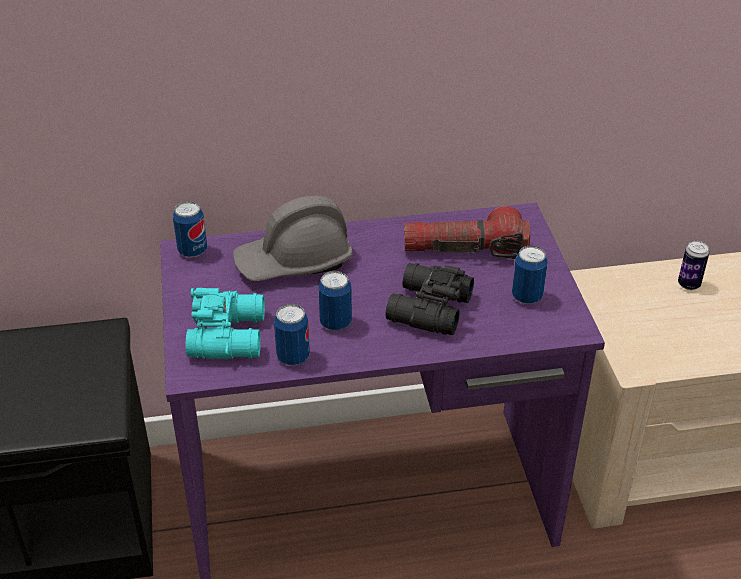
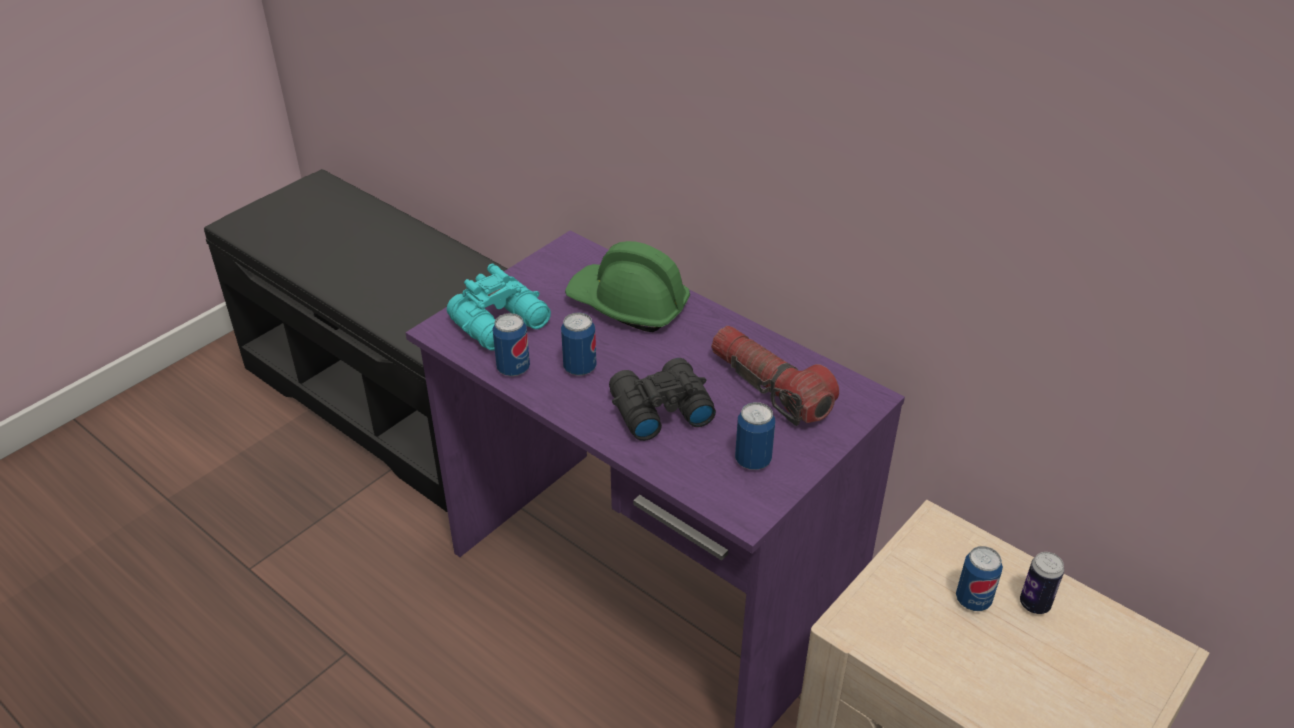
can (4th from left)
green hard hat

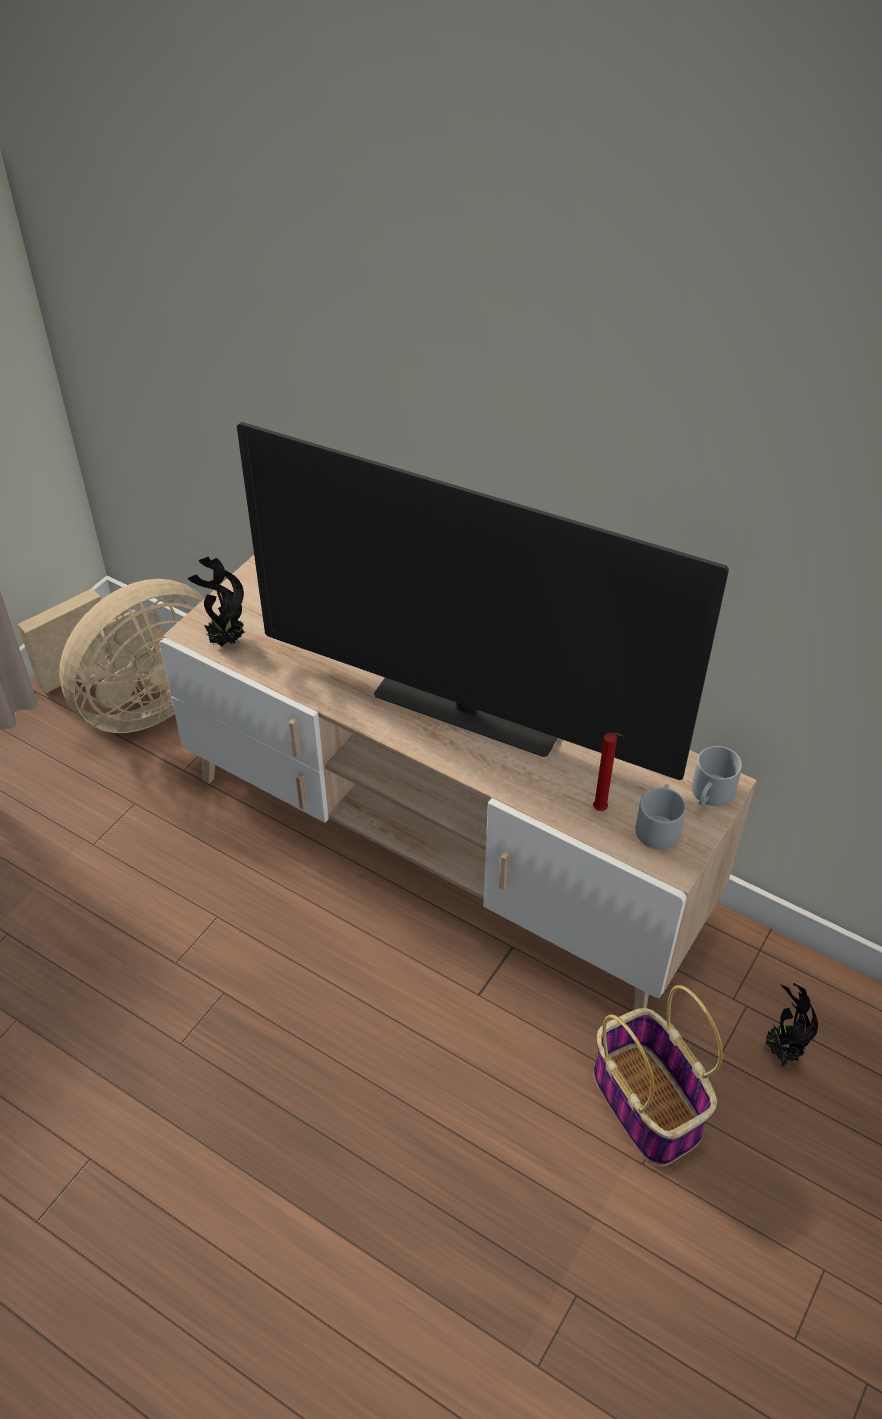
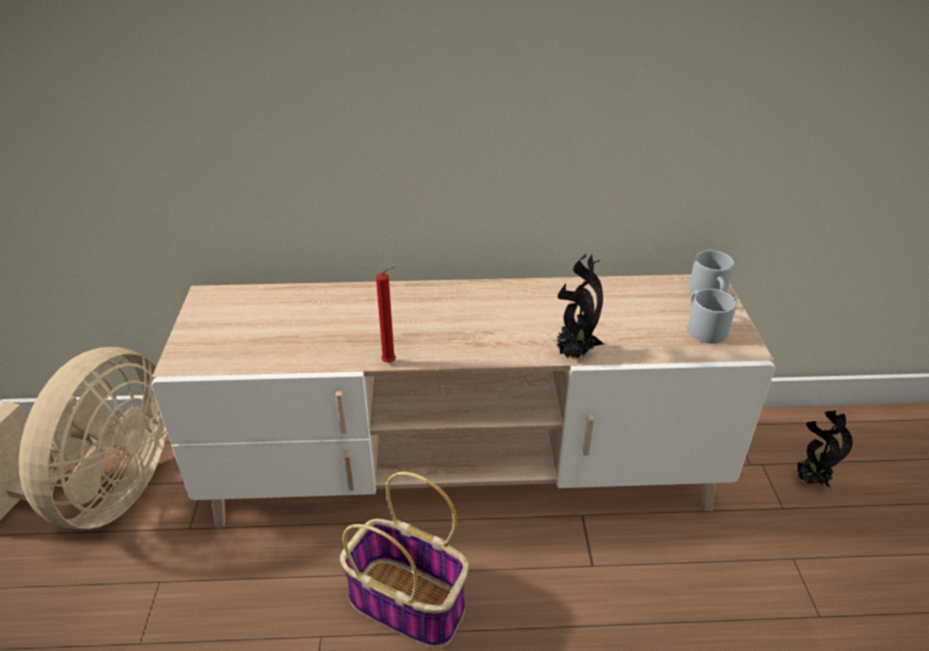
television
potted plant (1st from left)
red candle
basket

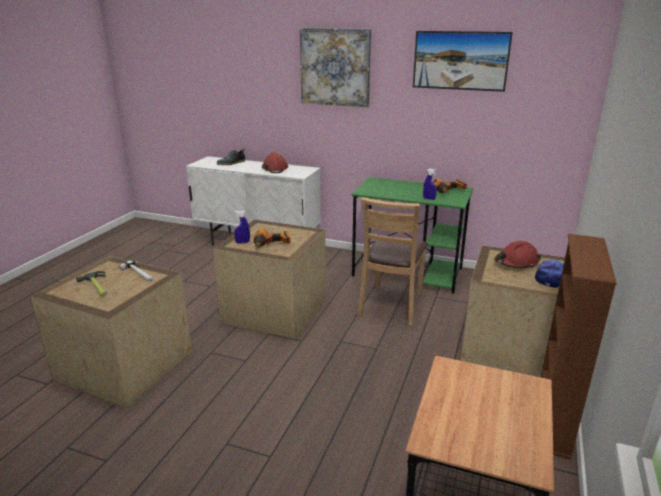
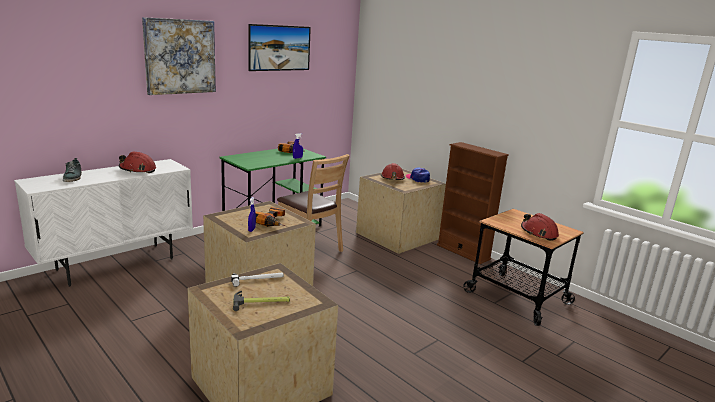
red hard hat (3rd from left)

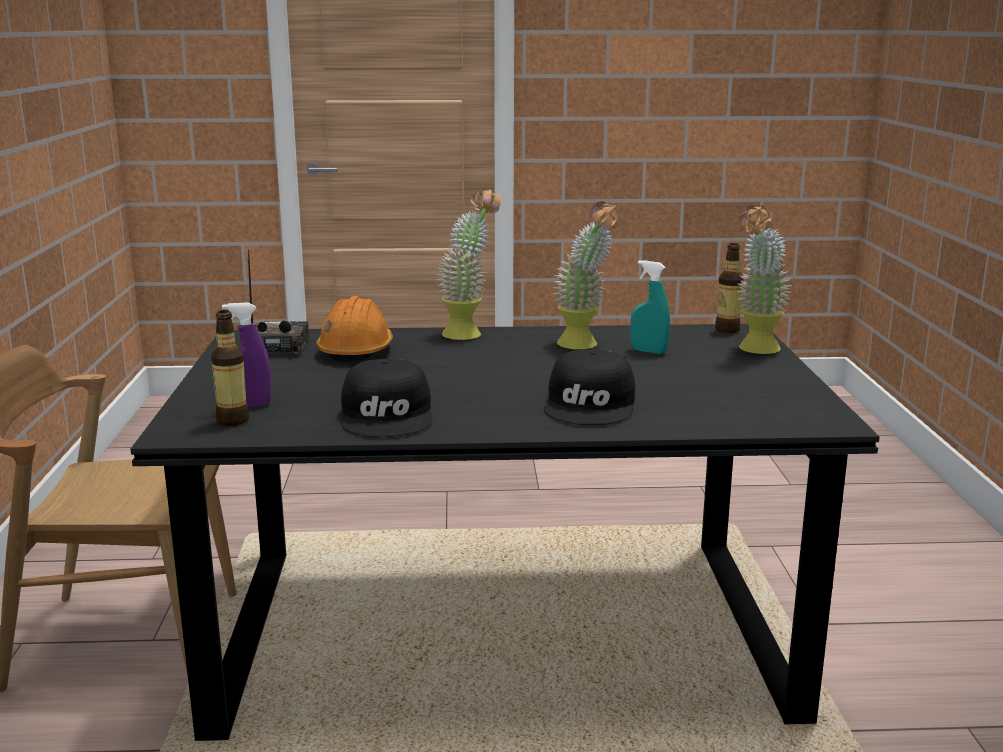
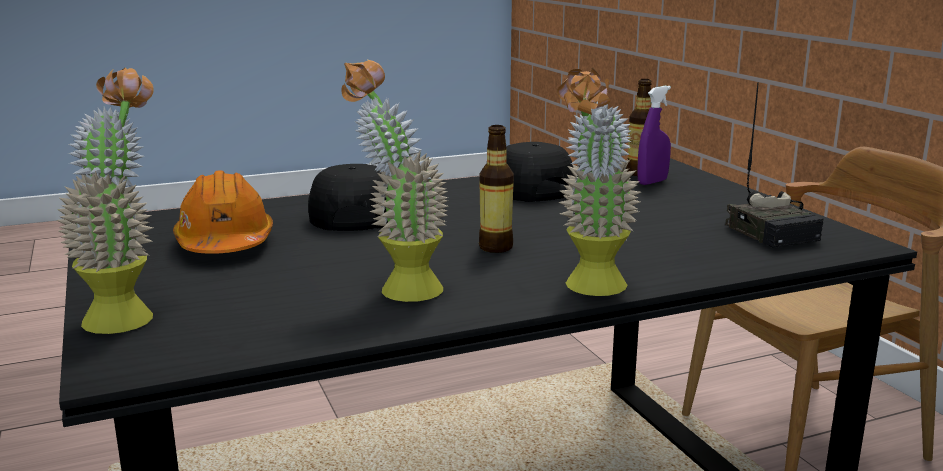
turquoise spray bottle
orange hard hat
bottle (1st from left)

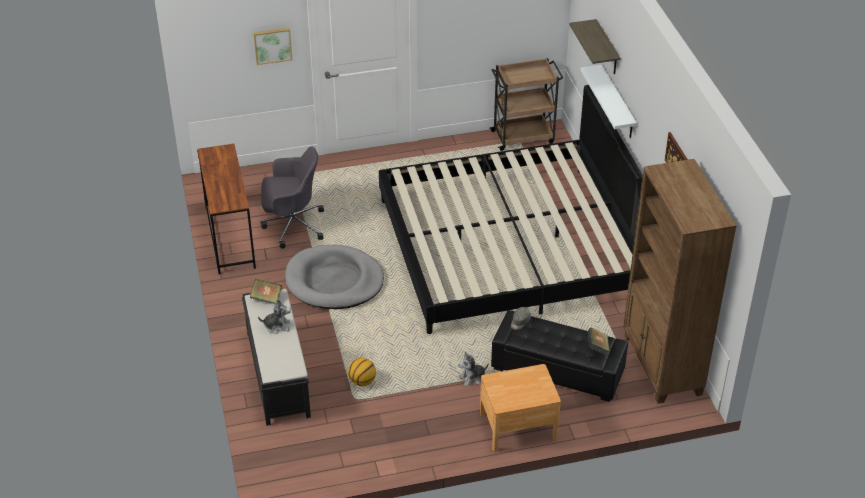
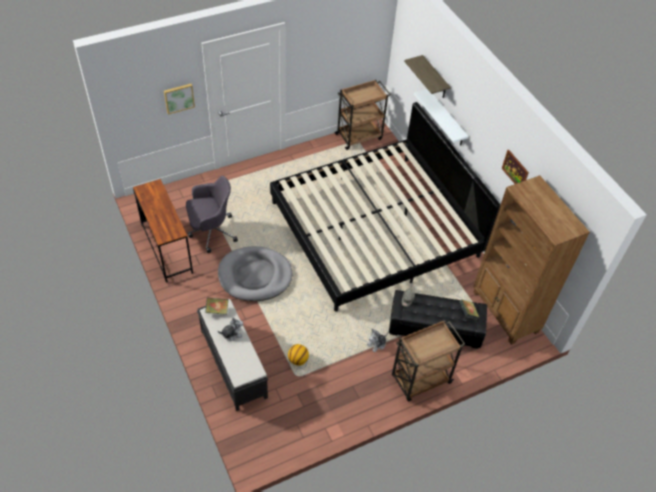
brown cart (2nd from left)

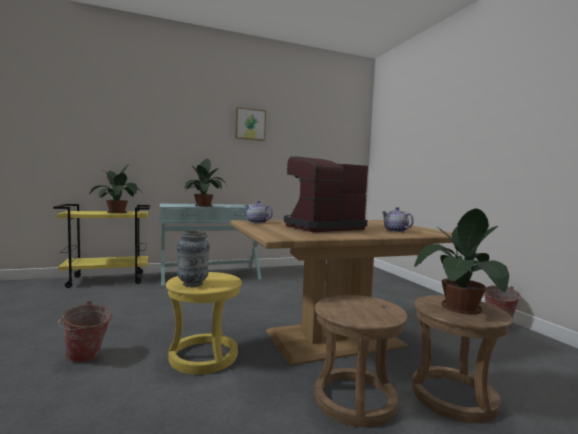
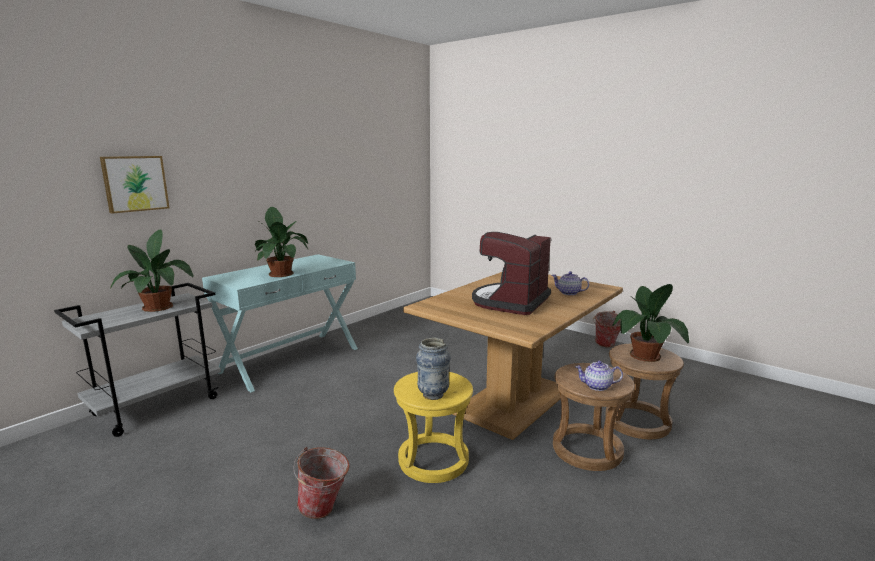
picture
teapot (2nd from left)
grey cart

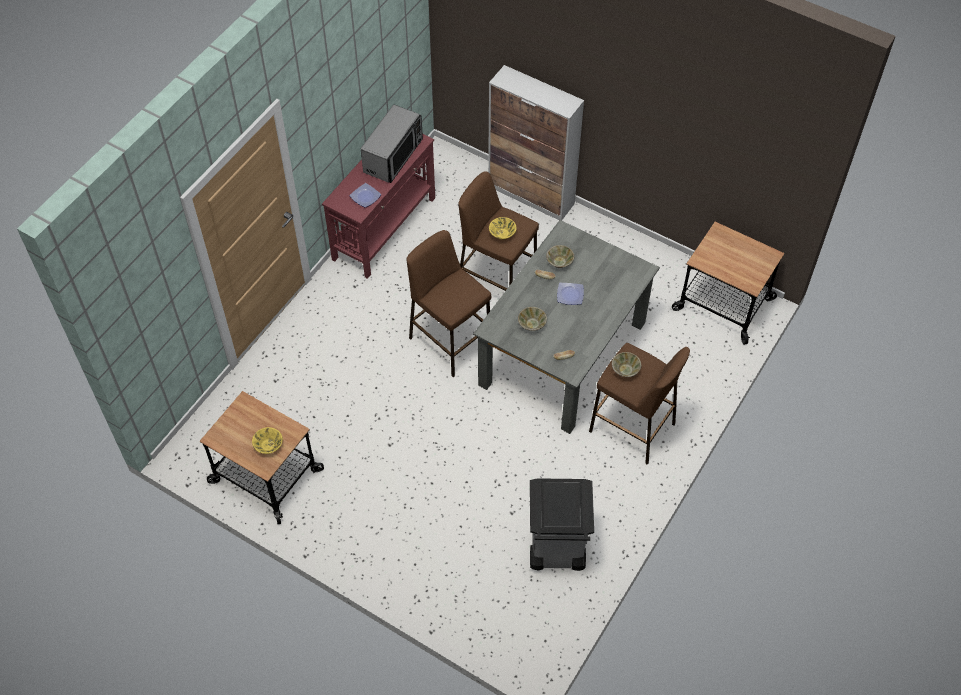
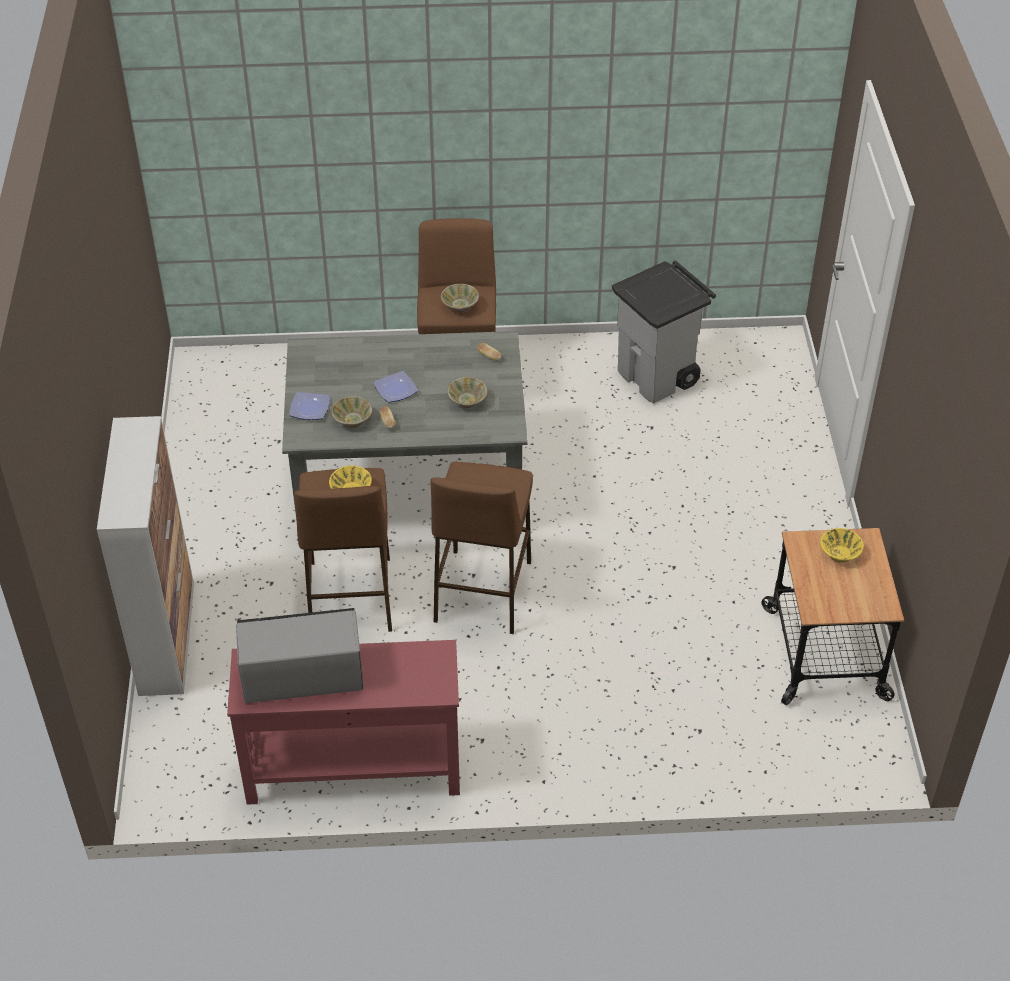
cart (2nd from left in the first image)
plate (1st from left)

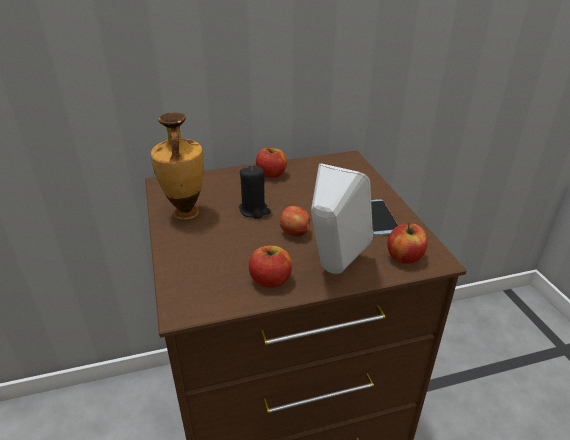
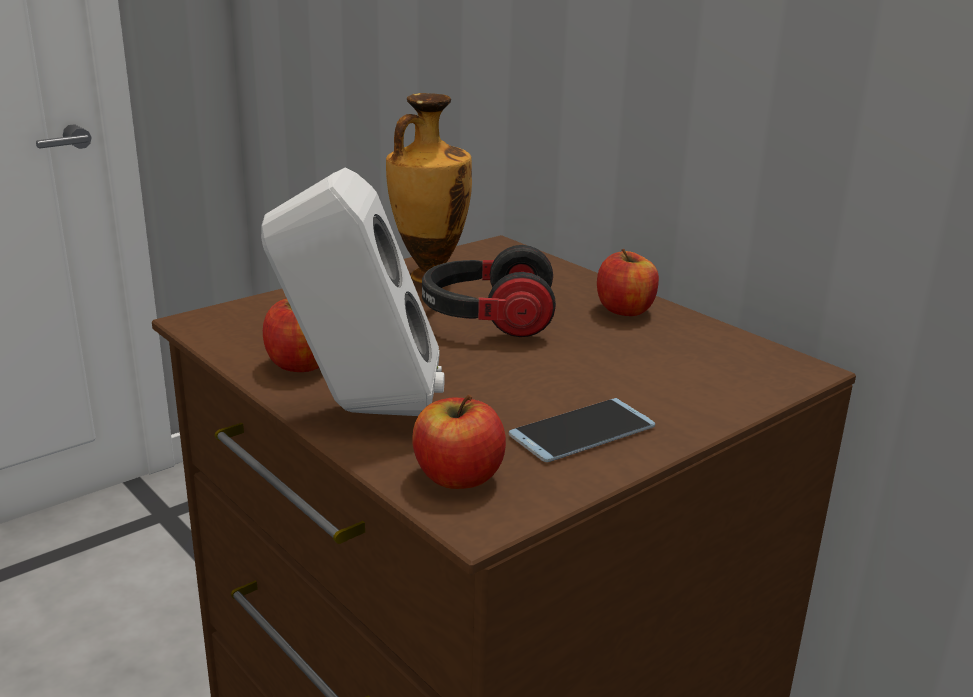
apple (3rd from left in the first image)
headphones

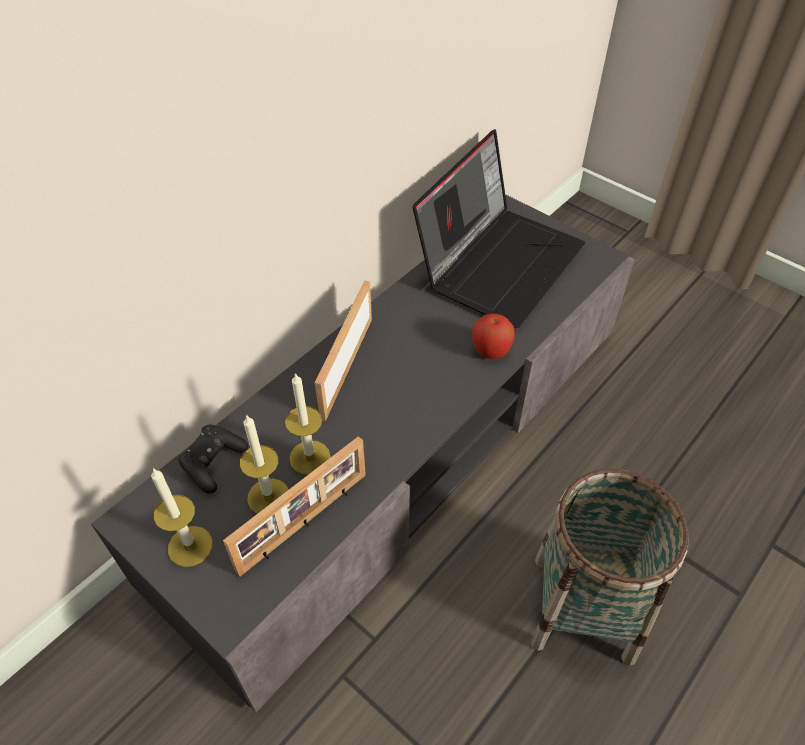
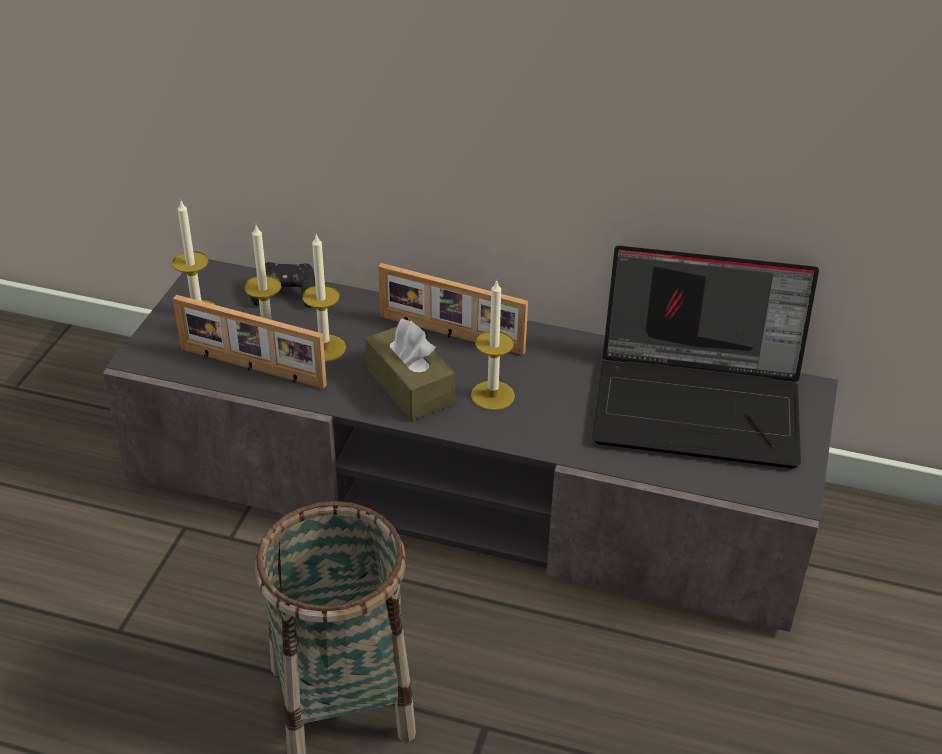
apple
brown tissue box
candle (4th from left)
picture frame (2nd from left)

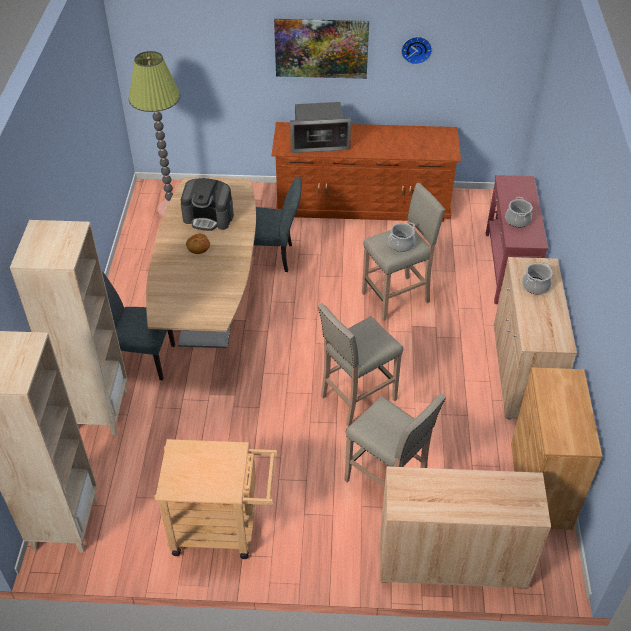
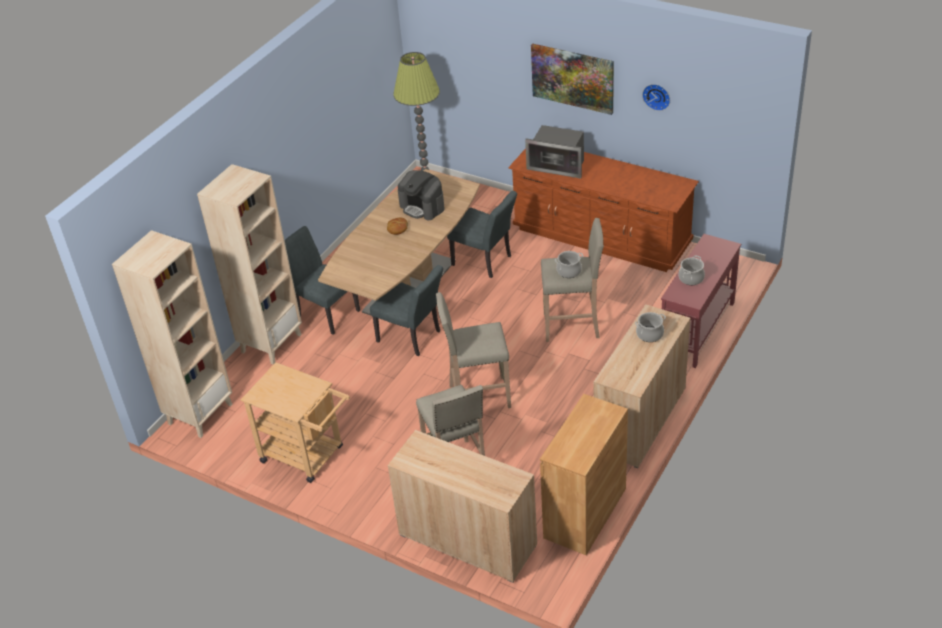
grey chair (2nd from left)

